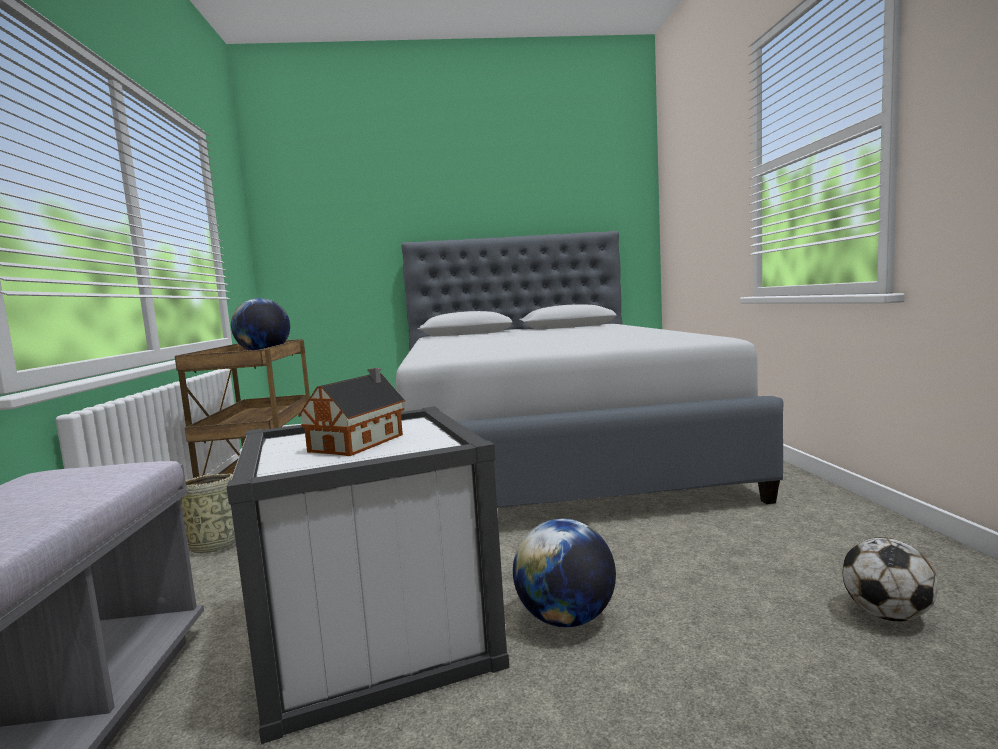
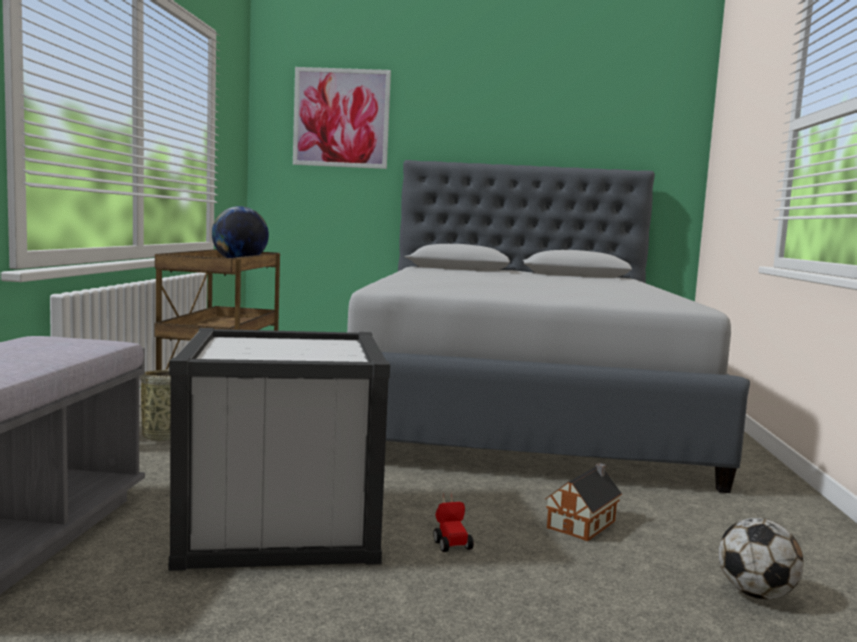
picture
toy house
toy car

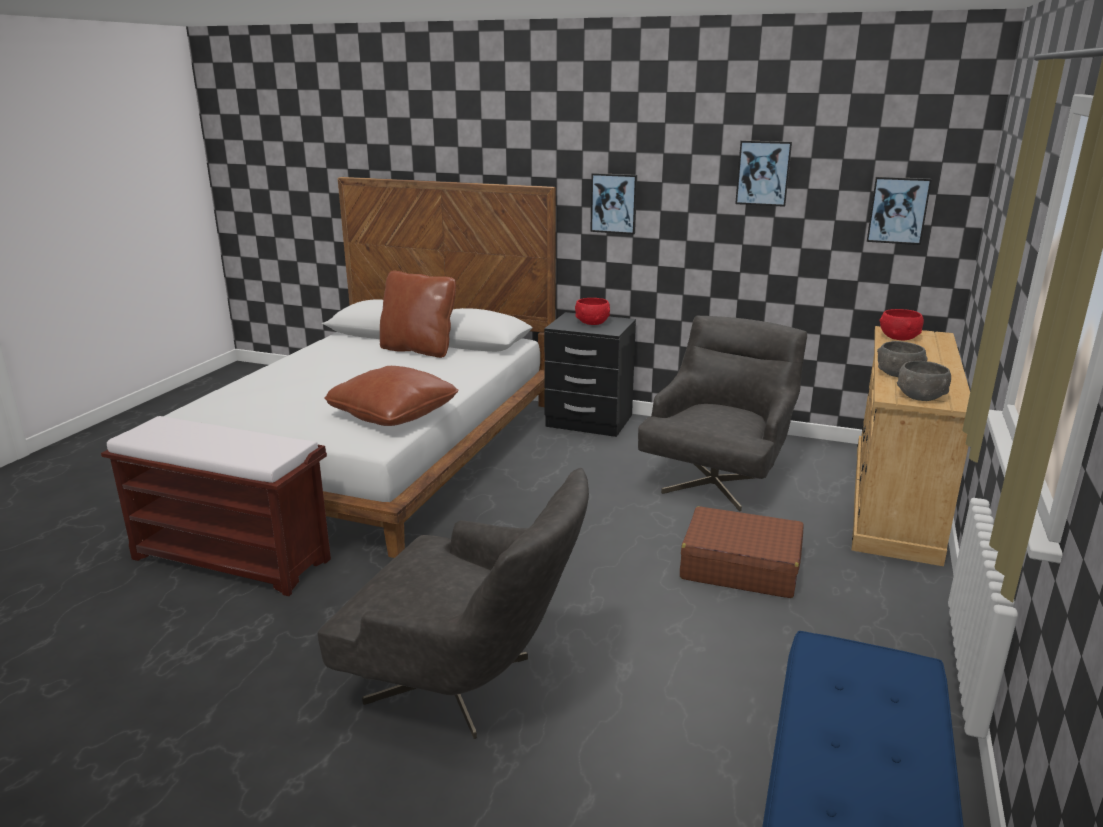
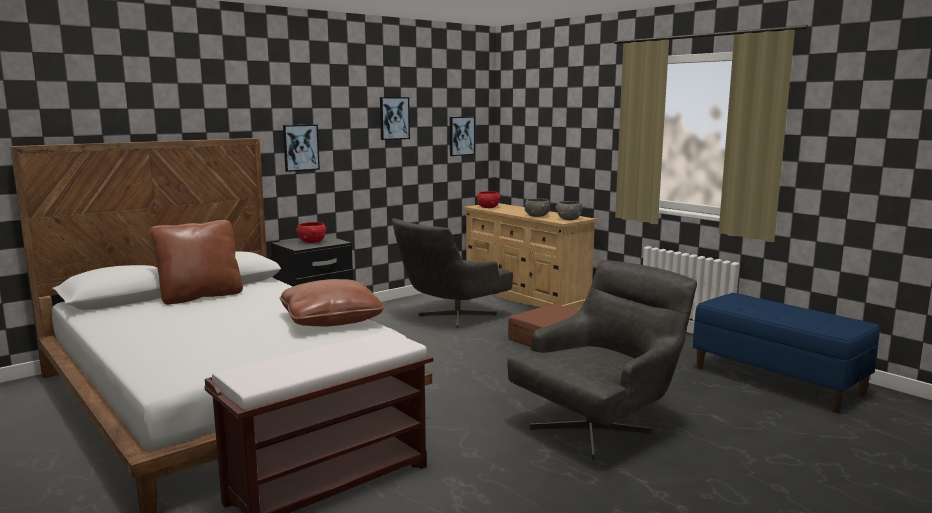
grey armchair (1st from left)

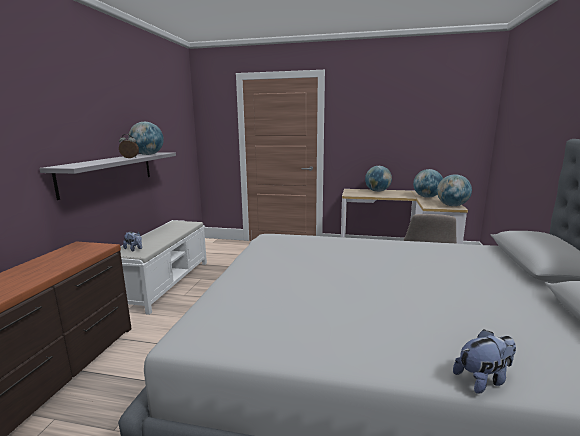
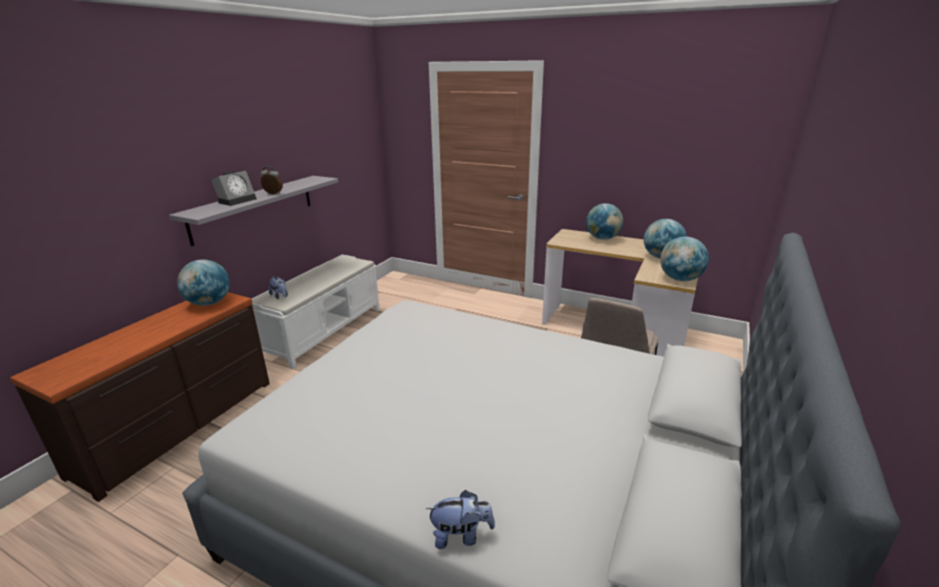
alarm clock (1st from left)
globe (1st from left)

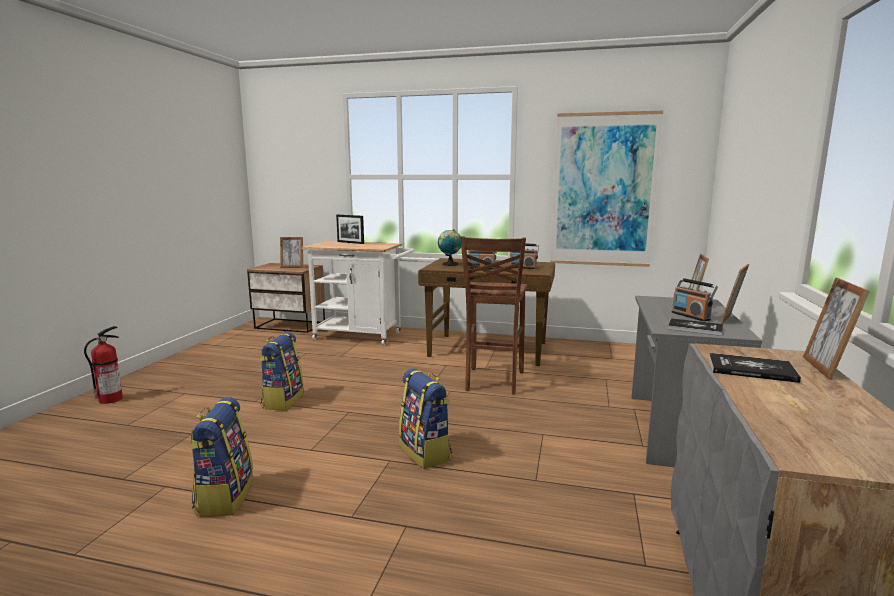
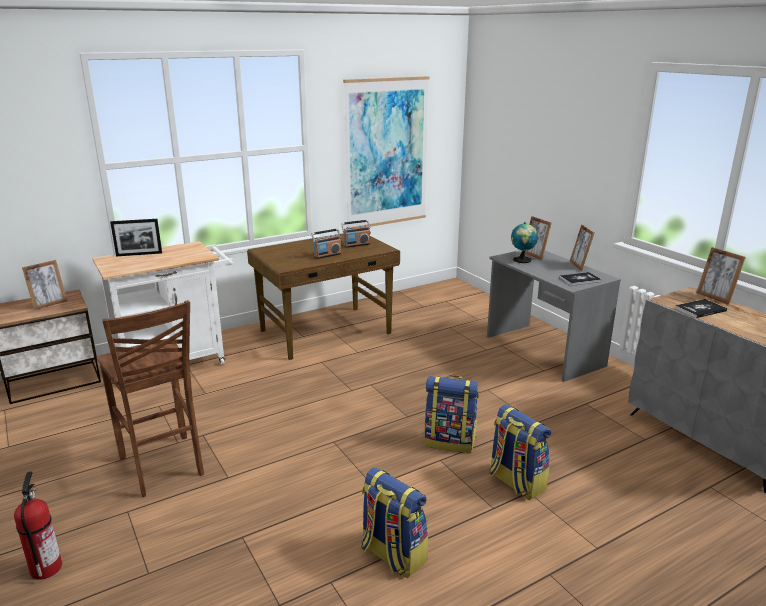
radio (3rd from left in the first image)
backpack (3rd from left)
globe
brown stool

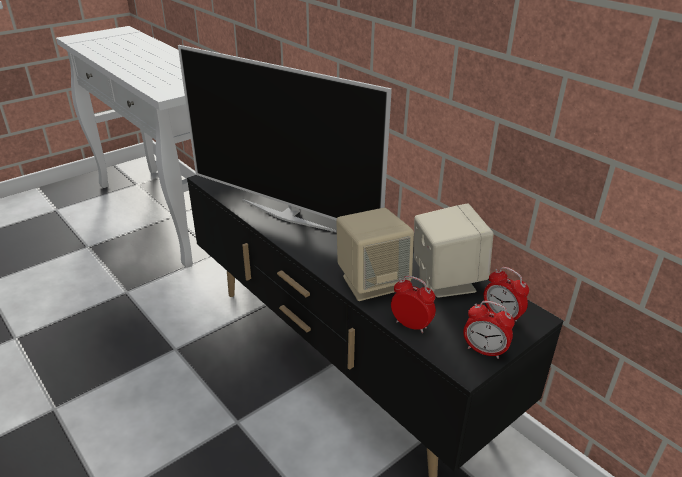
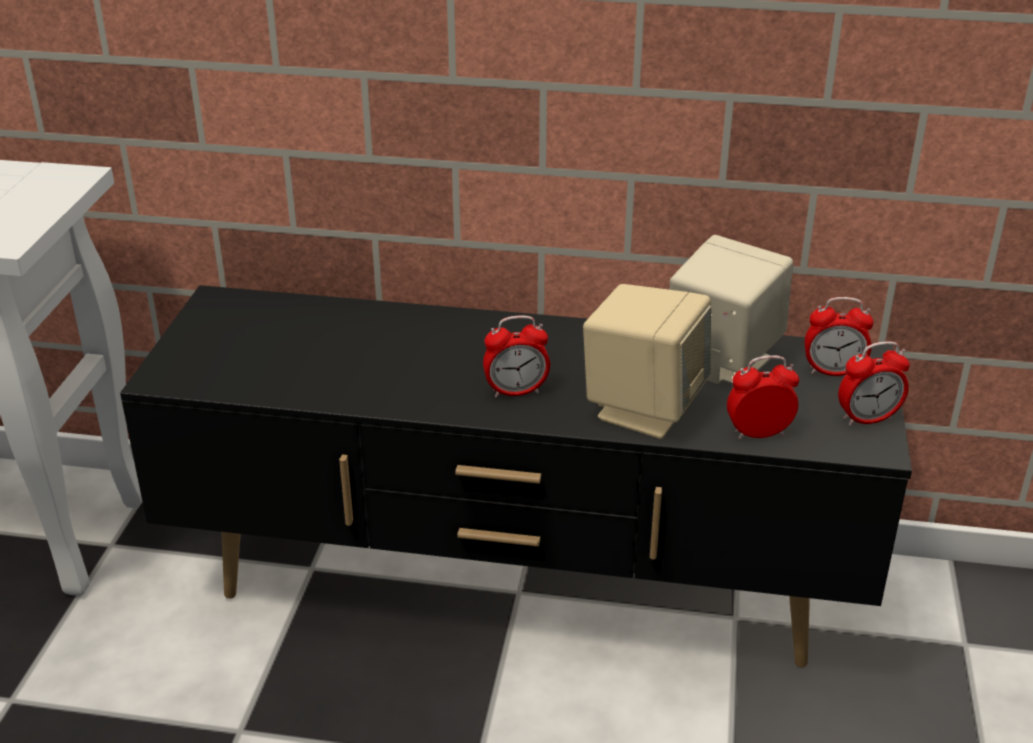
television
alarm clock (1st from left)

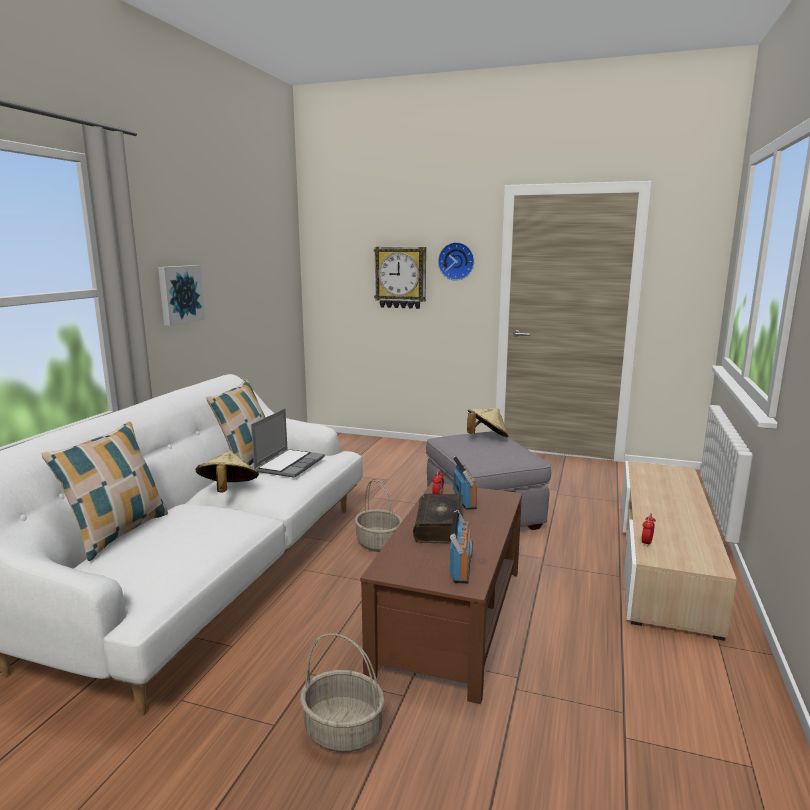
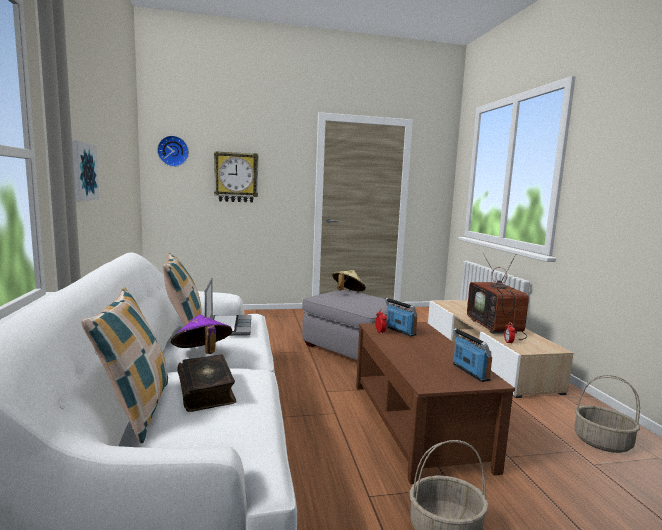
television
basket (2nd from left)
book
wall clock (1st from left)
purple hat

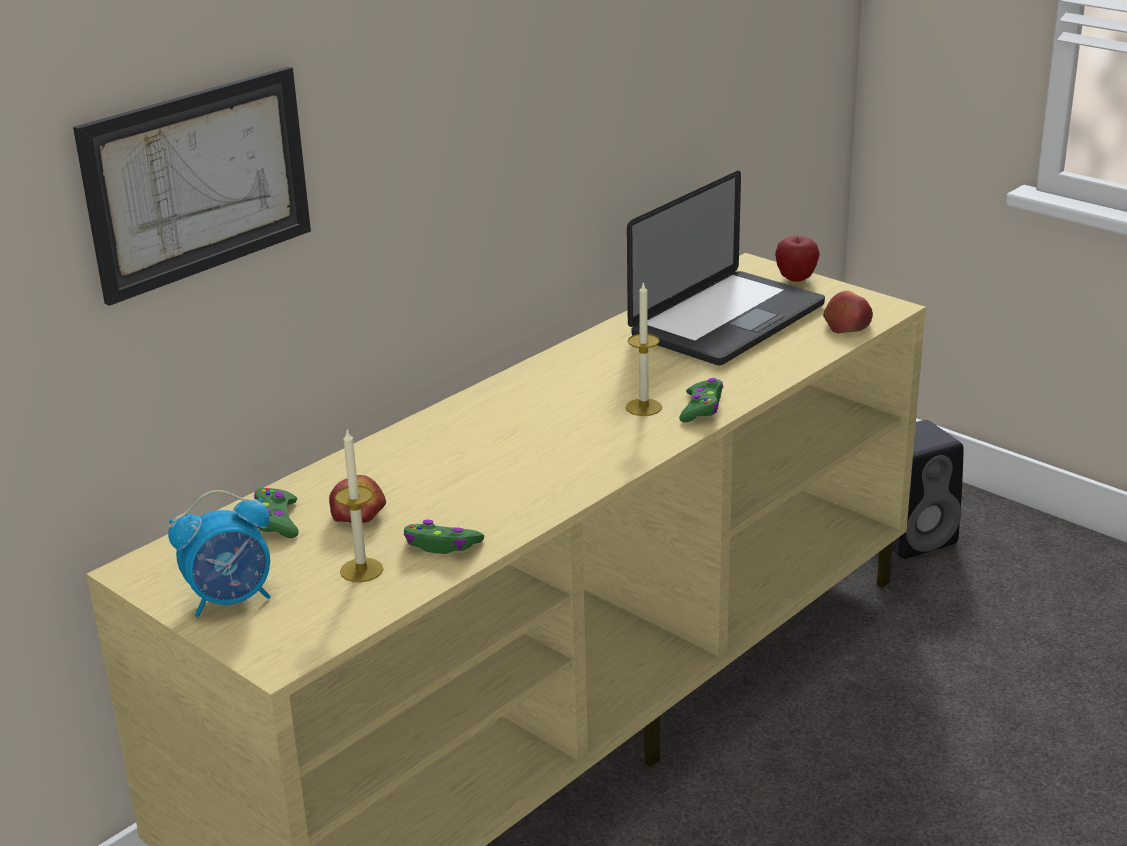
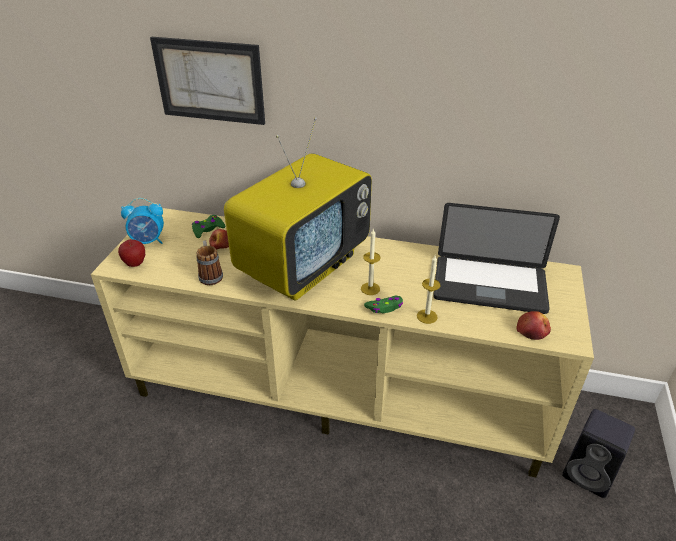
television
candle (2nd from left)
apple (1st from left)
mug
alarm clock

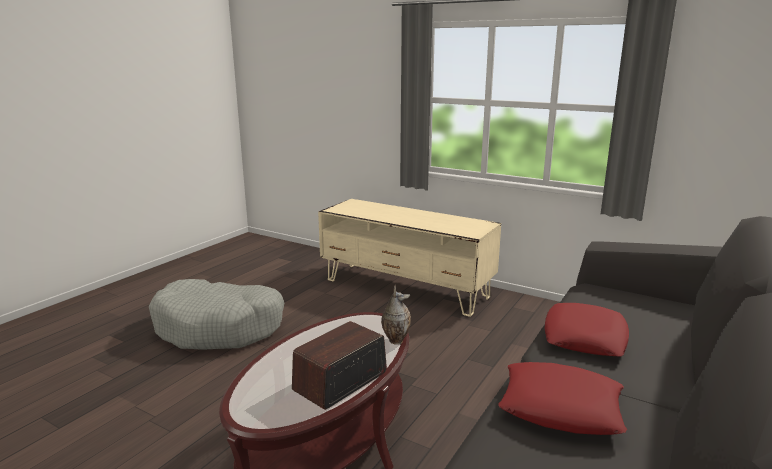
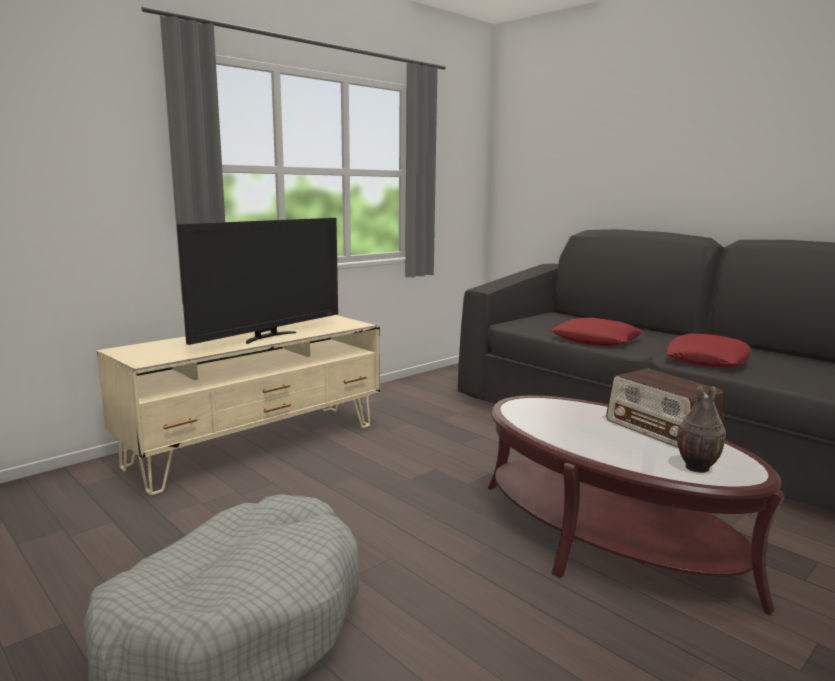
television
vase

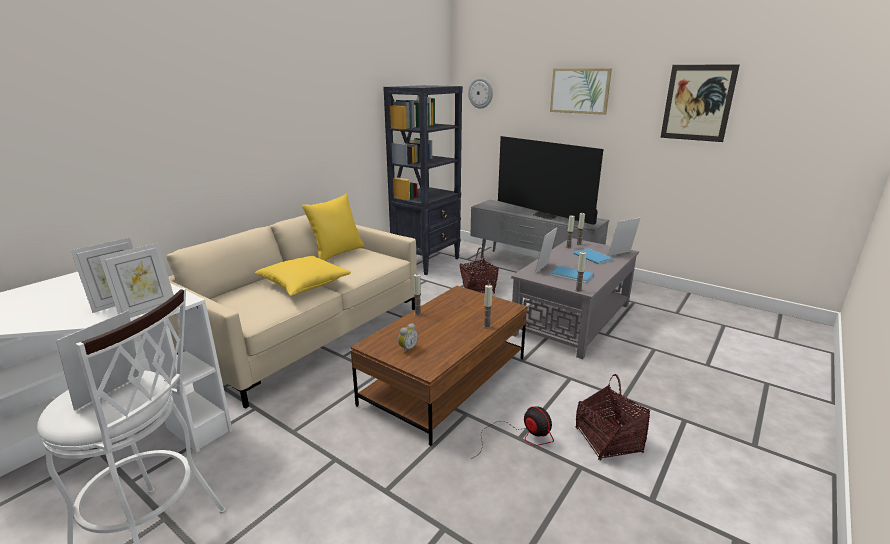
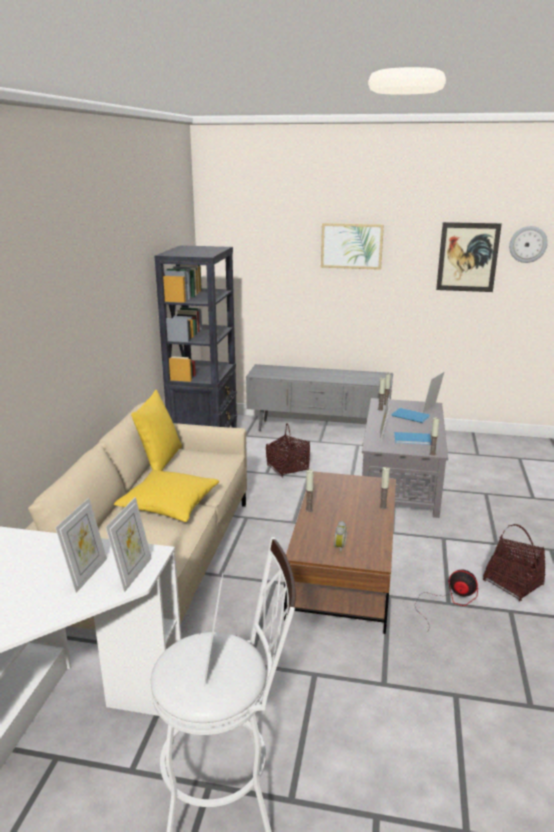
television
wall clock

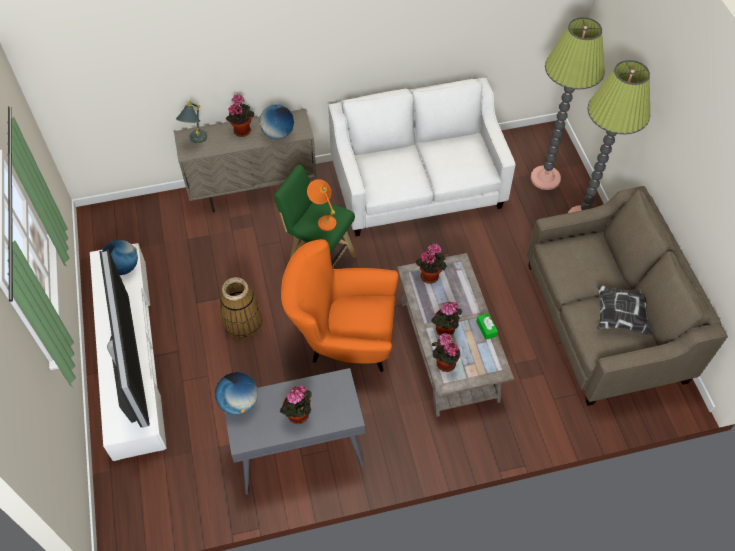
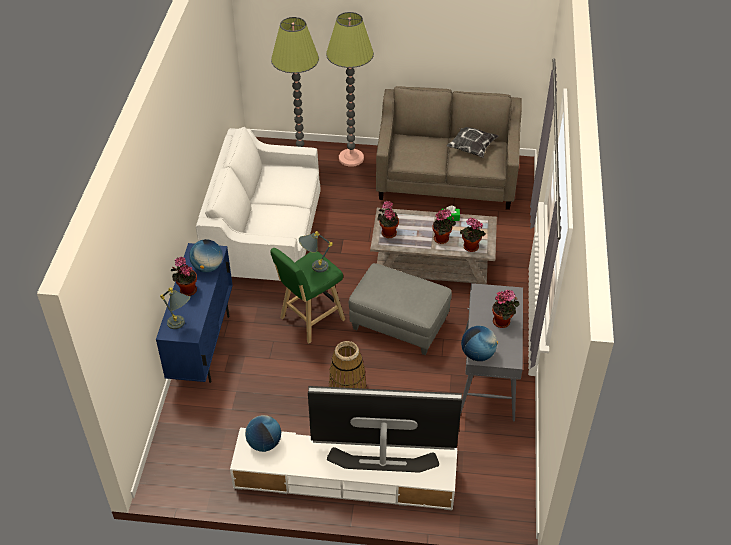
grey ottoman
blue cabinet
grey table lamp (2nd from left)

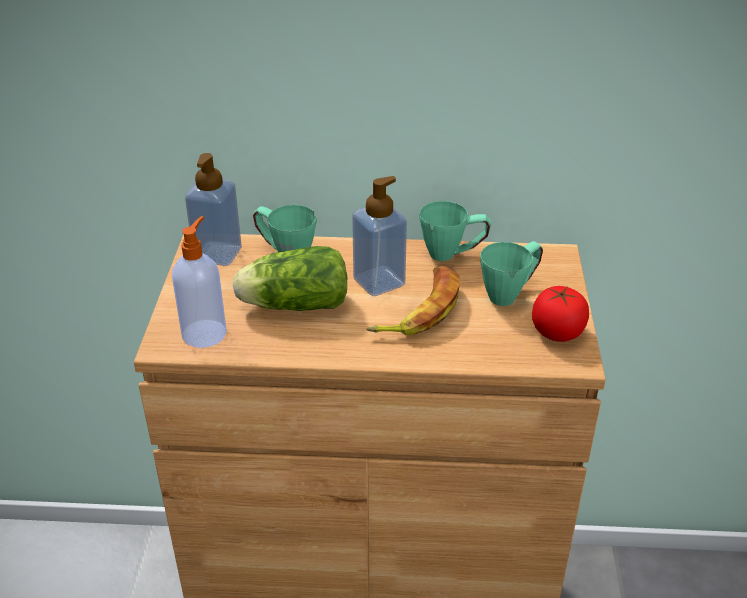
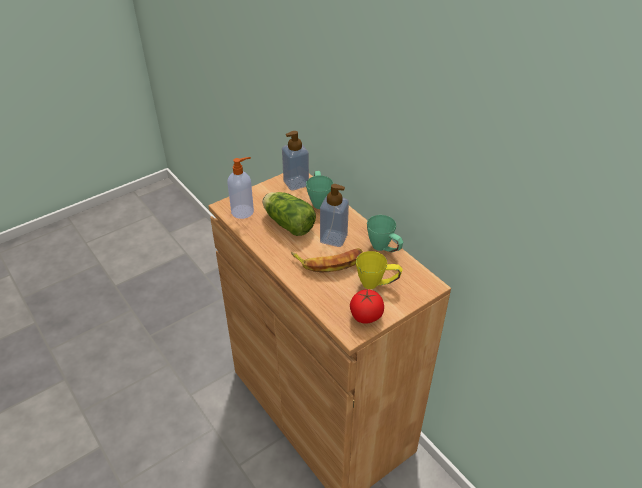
yellow mug

